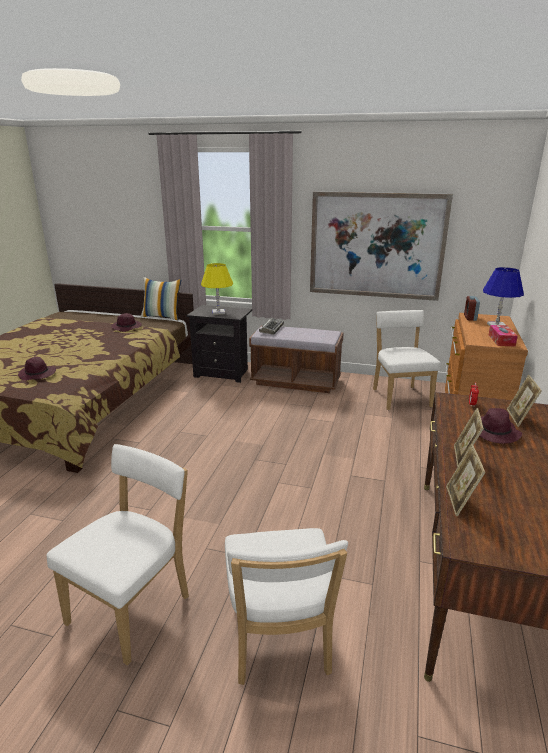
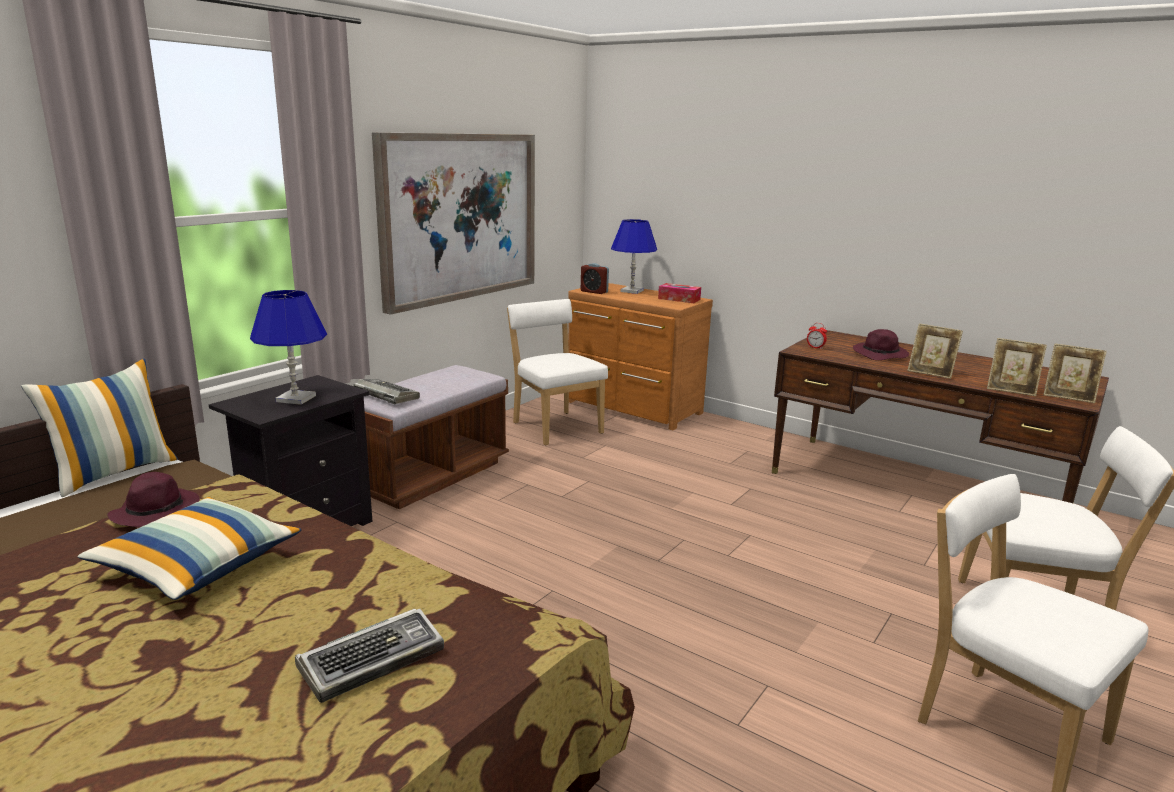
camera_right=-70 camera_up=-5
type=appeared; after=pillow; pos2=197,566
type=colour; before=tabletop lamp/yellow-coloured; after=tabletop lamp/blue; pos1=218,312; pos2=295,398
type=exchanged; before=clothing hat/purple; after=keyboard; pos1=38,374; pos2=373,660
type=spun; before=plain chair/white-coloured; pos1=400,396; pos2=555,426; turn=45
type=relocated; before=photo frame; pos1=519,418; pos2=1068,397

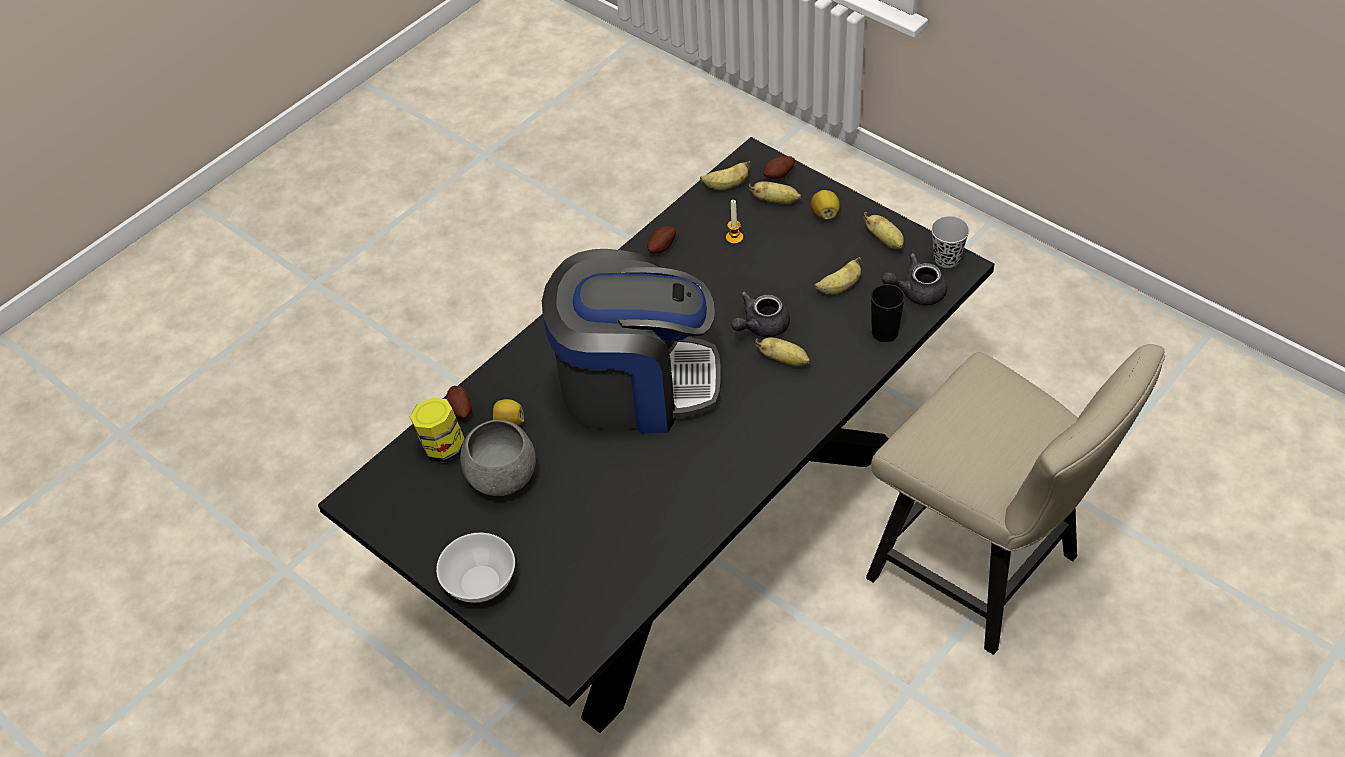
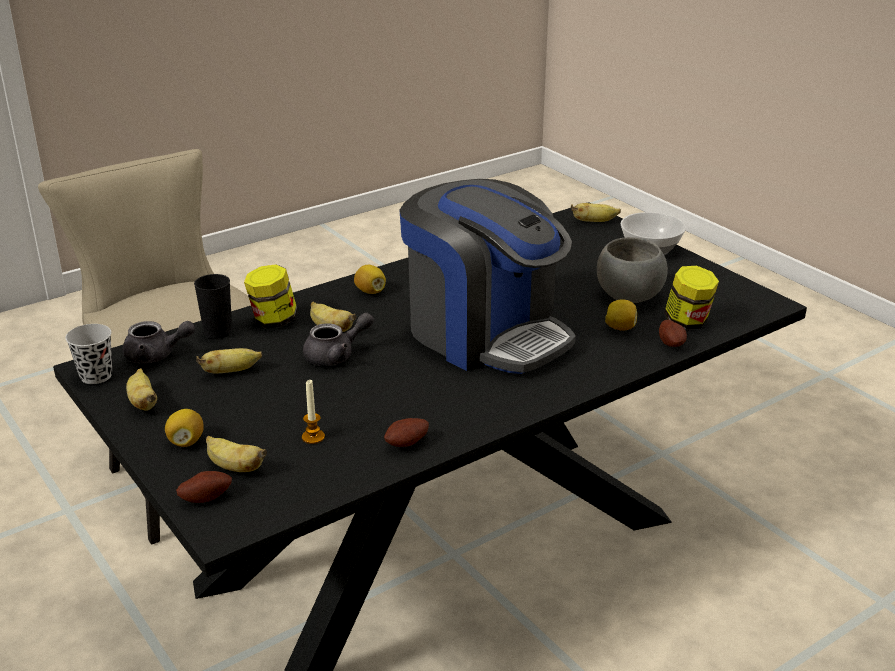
camera_right=-170 camera_up=-20
type=appeared; after=storage jar; pos2=273,321
type=appeared; after=citrus fruit; pos2=370,291
type=spun; before=coffee maker; pos1=636,385; pos2=486,334; turn=-150
type=relocated; before=banana; pos1=726,186; pos2=594,222

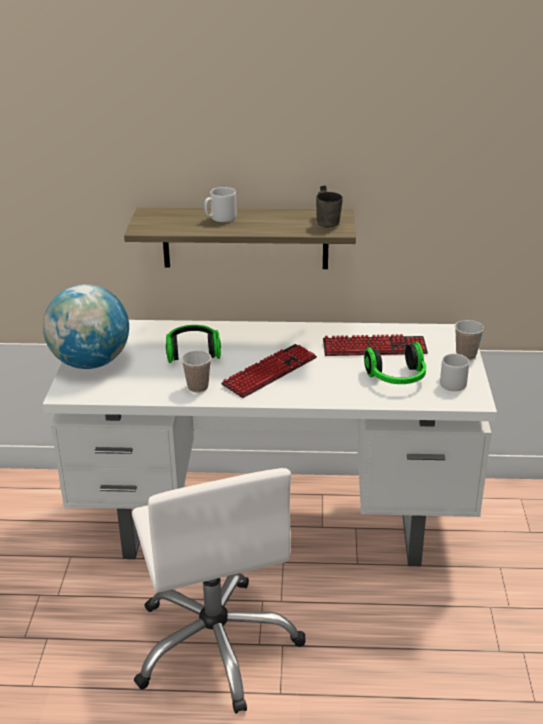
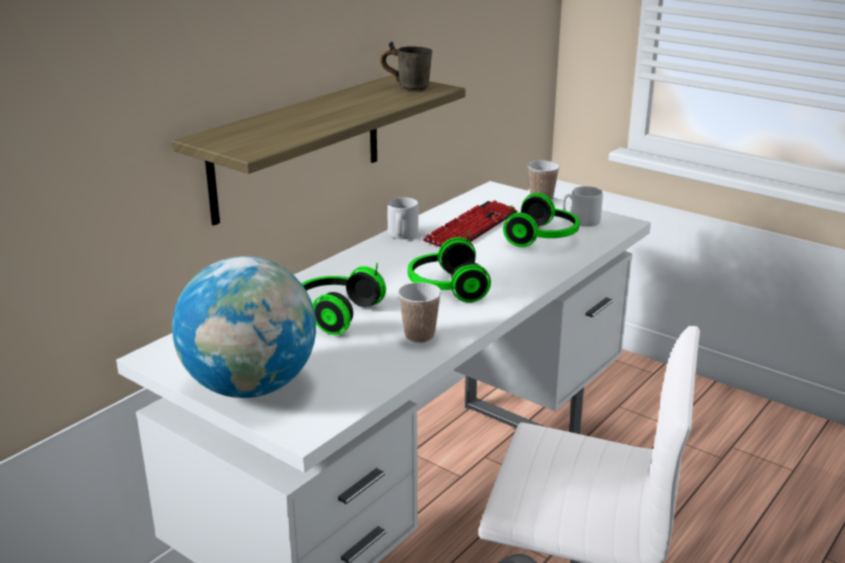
camera_right=-55 camera_up=-5
type=relocated; before=mug/greyish; pos1=220,218; pos2=402,235
type=exchanged; before=keyboard; after=headphones; pos1=270,372; pos2=445,288

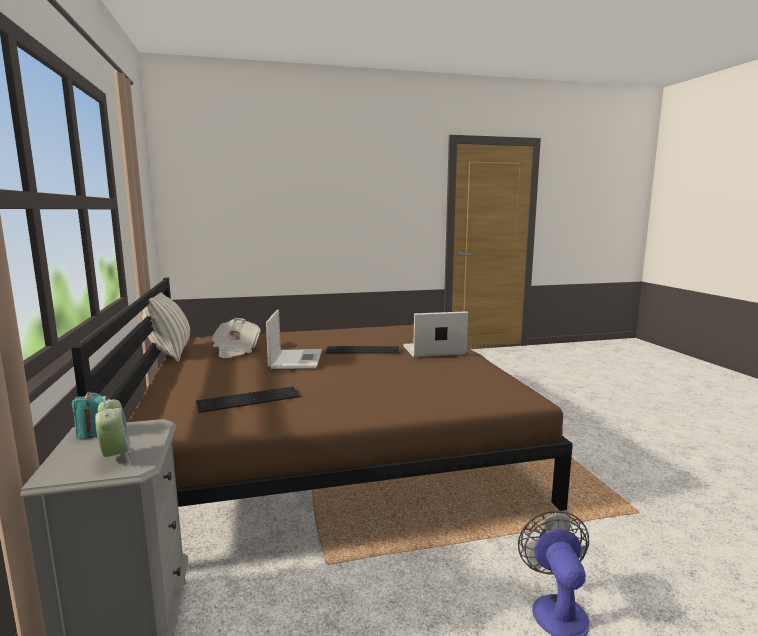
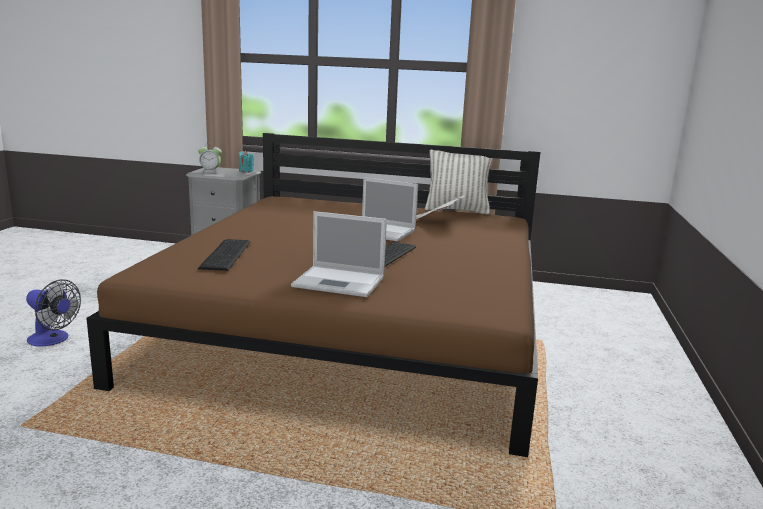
camera_right=115 camera_up=5
type=relocated; before=keyboard; pos1=247,399; pos2=228,254
type=spun; before=portable computer; pos1=432,350; pos2=341,282; turn=90

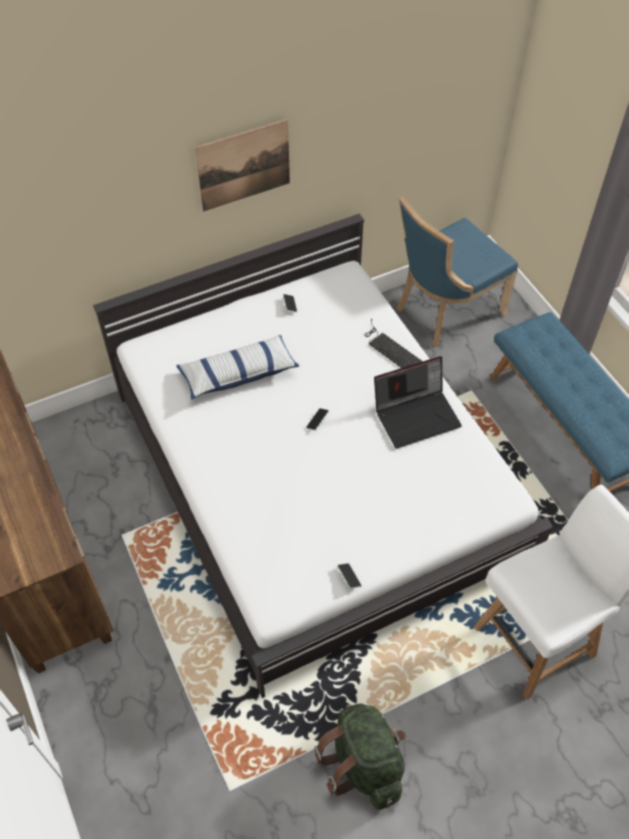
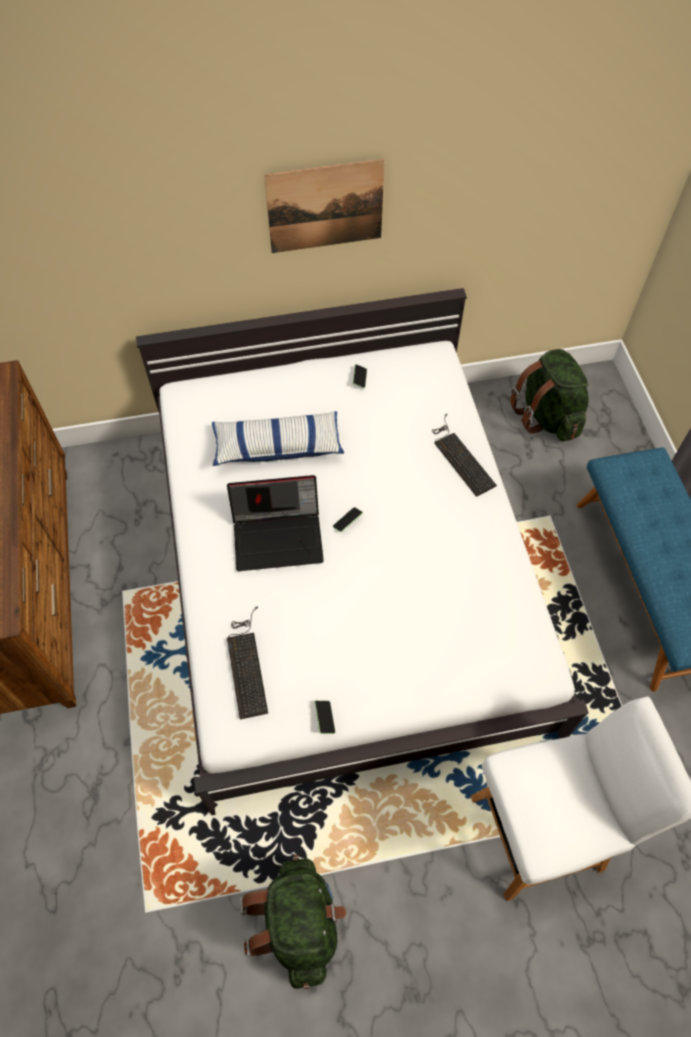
camera_right=15 camera_up=5
type=relocated; before=portable computer; pos1=417,415; pos2=279,536
type=appeared; after=keyboard; pos2=247,664
type=exchanged; before=plain chair/blue; after=knapsack/green; pos1=445,311; pos2=547,416

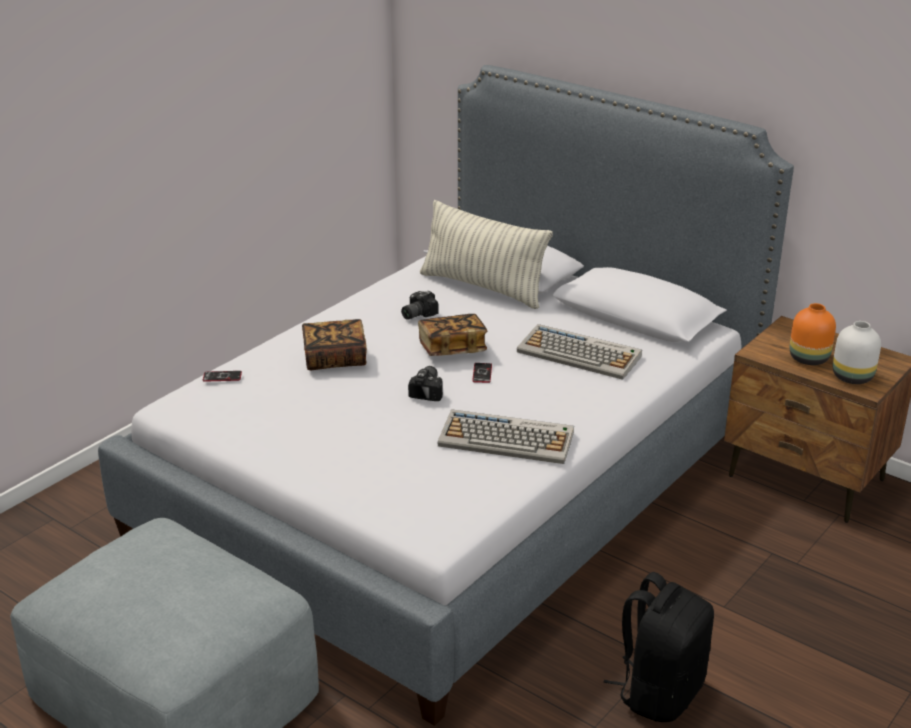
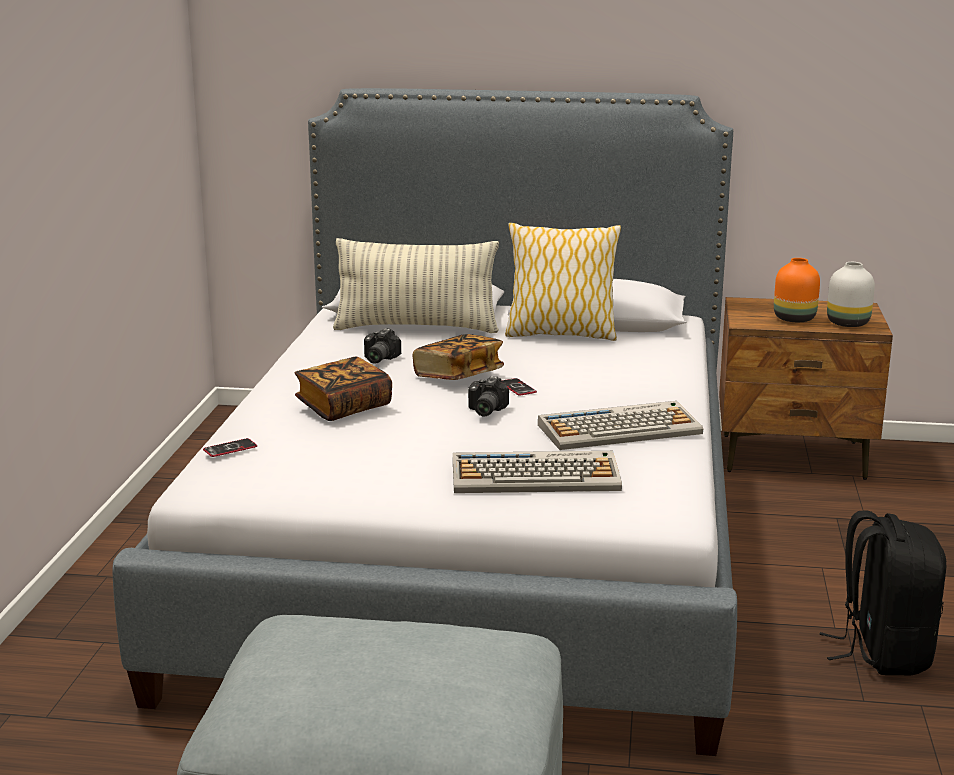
camera_right=-30 camera_up=-10
type=relocated; before=keyboard; pos1=580,354; pos2=536,476
type=spun; before=still camera; pos1=429,390; pos2=484,410; turn=-150
type=appeared; after=pillow; pos2=560,334

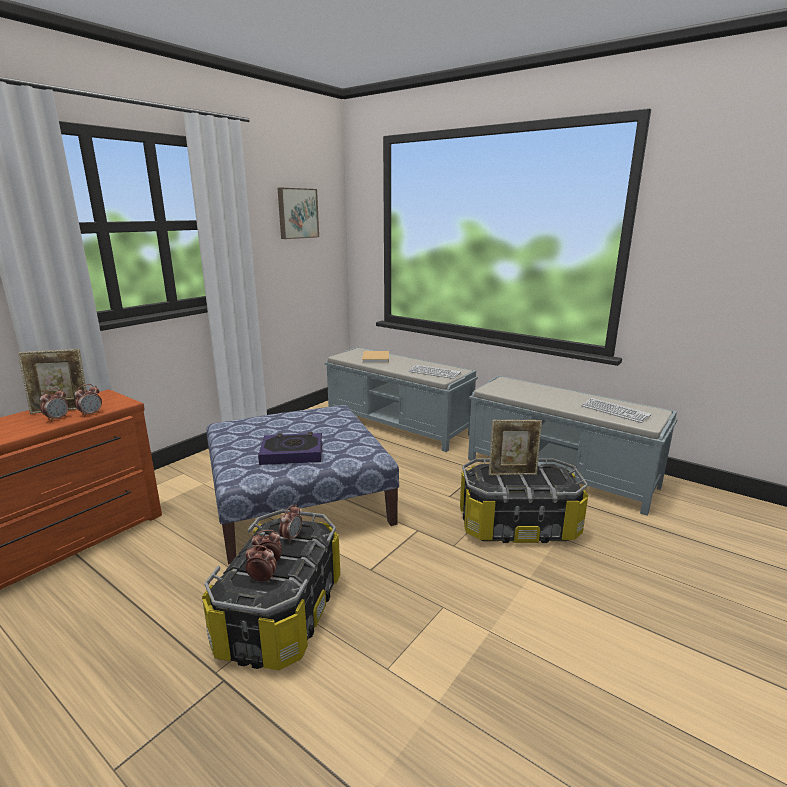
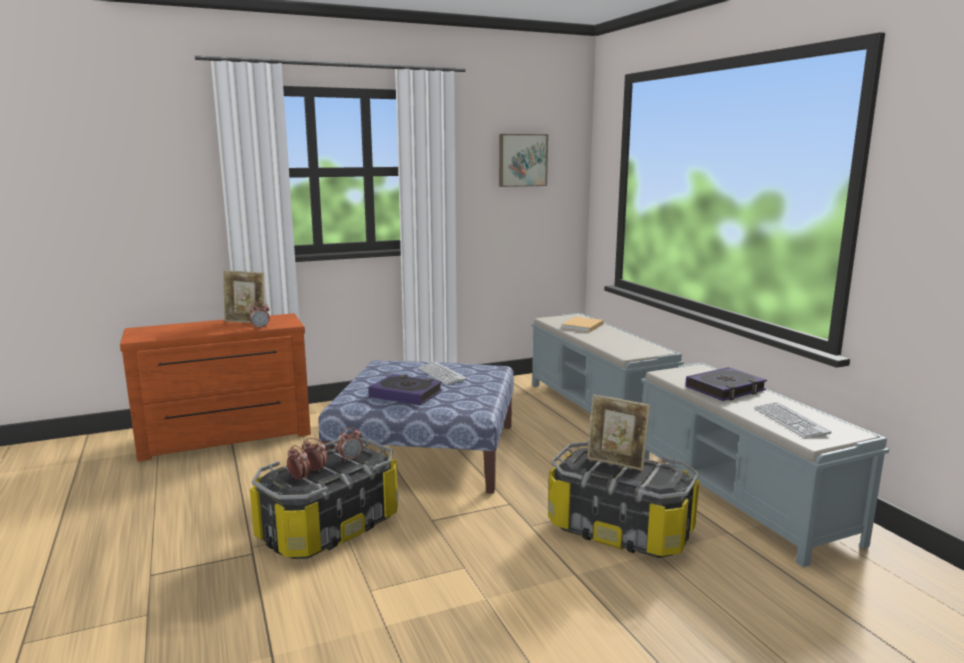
camera_right=30 camera_up=-5
type=relocated; before=keyboard; pos1=434,373; pos2=441,374
type=appeared; after=volume; pos2=725,389
type=missing; before=bedside clock; pos1=57,418

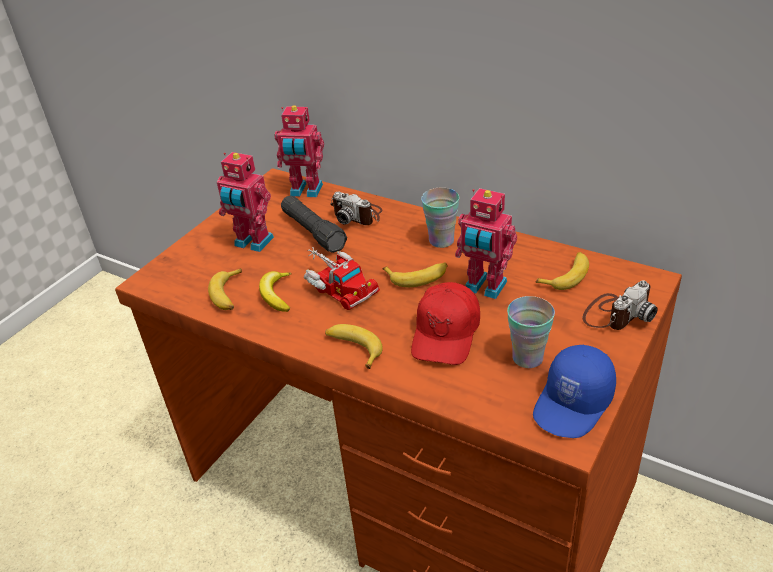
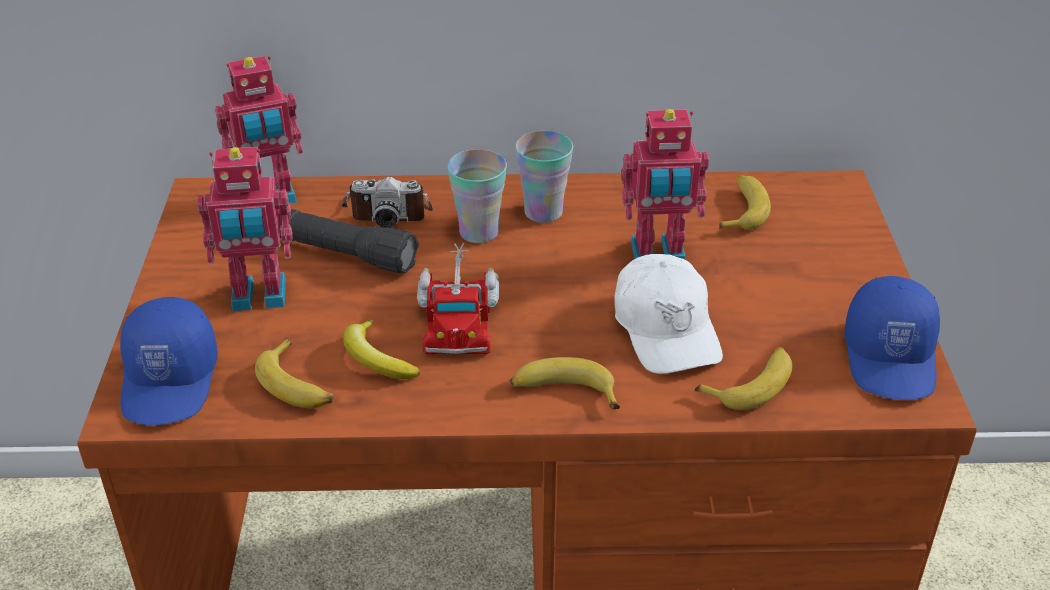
camera_right=-35 camera_up=0
type=appeared; after=cap/blue; pos2=171,381
type=spun; before=toy truck; pos1=339,286; pos2=458,316; turn=75
type=relocated; before=small cup; pos1=527,358; pos2=479,232
type=colour; before=cap/reddish; after=cap/white-coloured; pos1=446,333; pos2=666,329
type=relocated; before=banana; pos1=417,277; pos2=751,384
type=missing; before=still camera; pos1=616,313

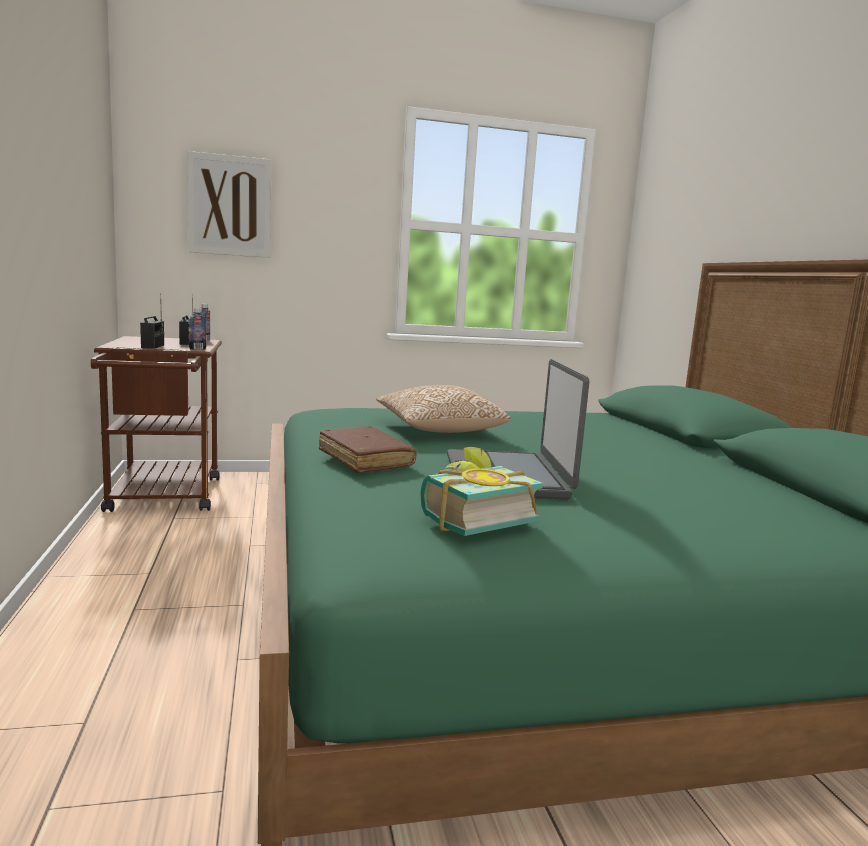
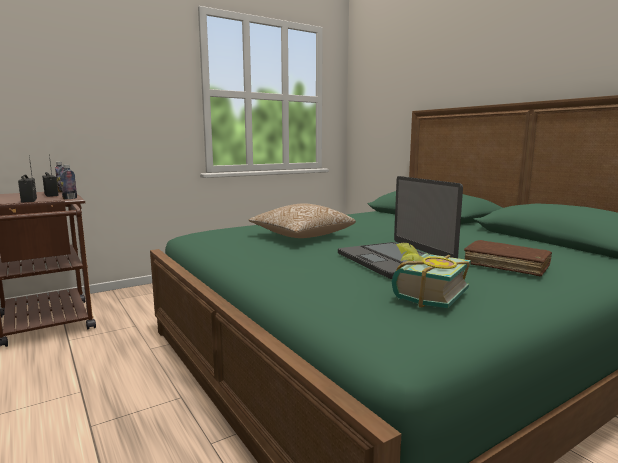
camera_right=-20 camera_up=0
type=relocated; before=volume/brownish; pos1=365,459; pos2=506,265
type=missing; before=wall picture; pos1=230,206

